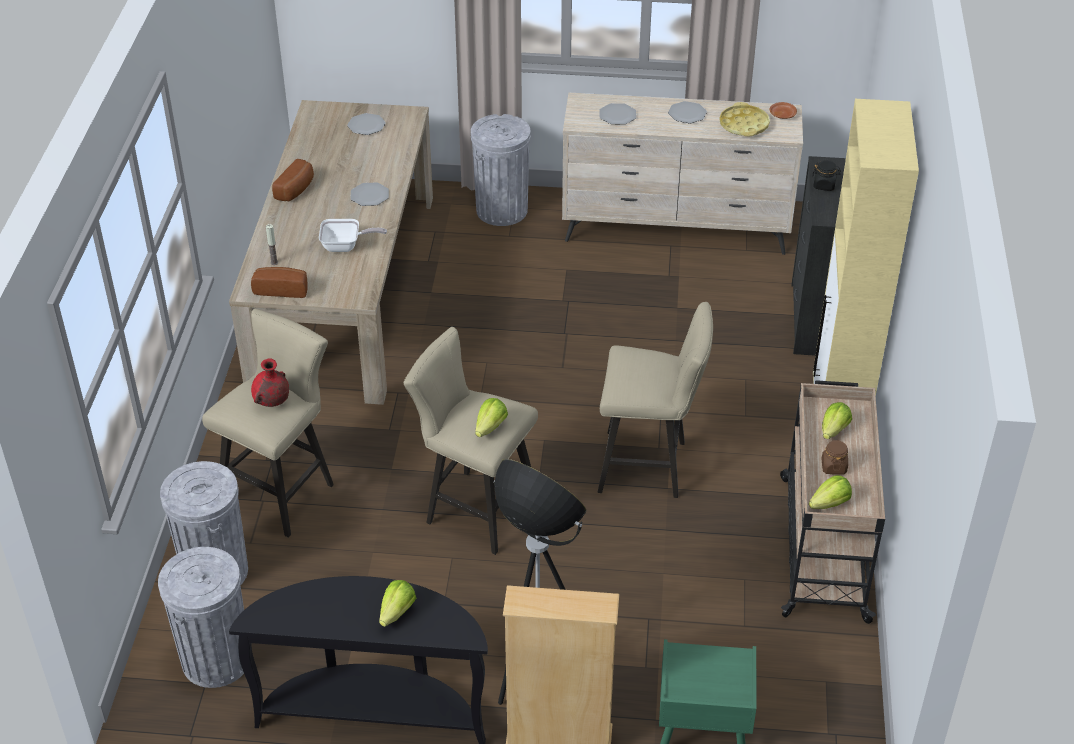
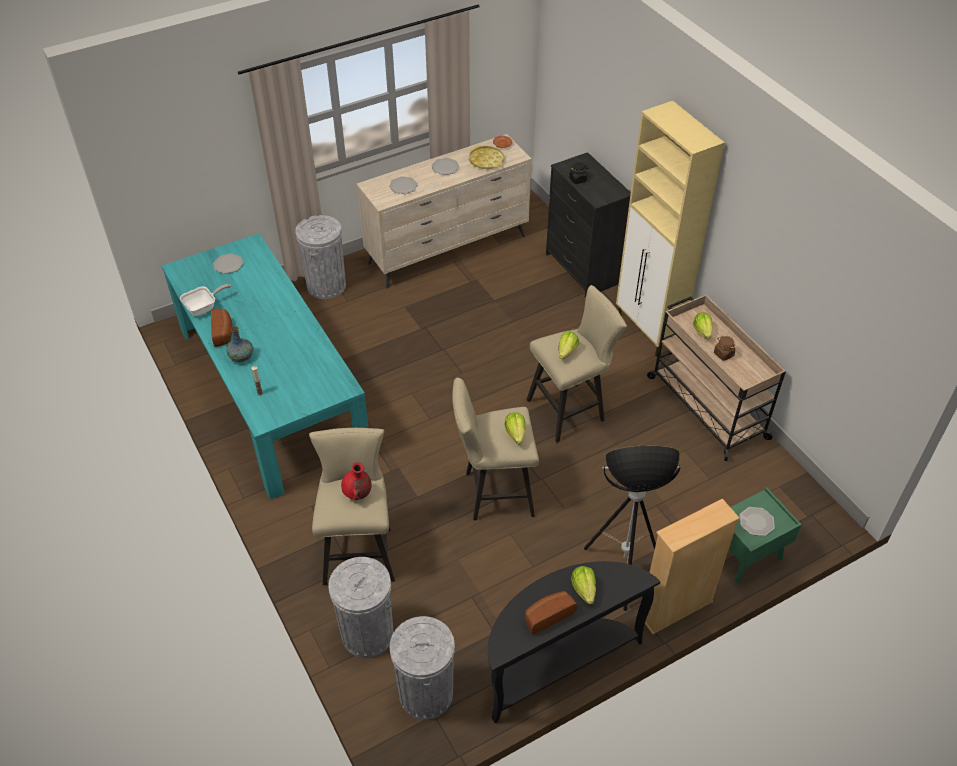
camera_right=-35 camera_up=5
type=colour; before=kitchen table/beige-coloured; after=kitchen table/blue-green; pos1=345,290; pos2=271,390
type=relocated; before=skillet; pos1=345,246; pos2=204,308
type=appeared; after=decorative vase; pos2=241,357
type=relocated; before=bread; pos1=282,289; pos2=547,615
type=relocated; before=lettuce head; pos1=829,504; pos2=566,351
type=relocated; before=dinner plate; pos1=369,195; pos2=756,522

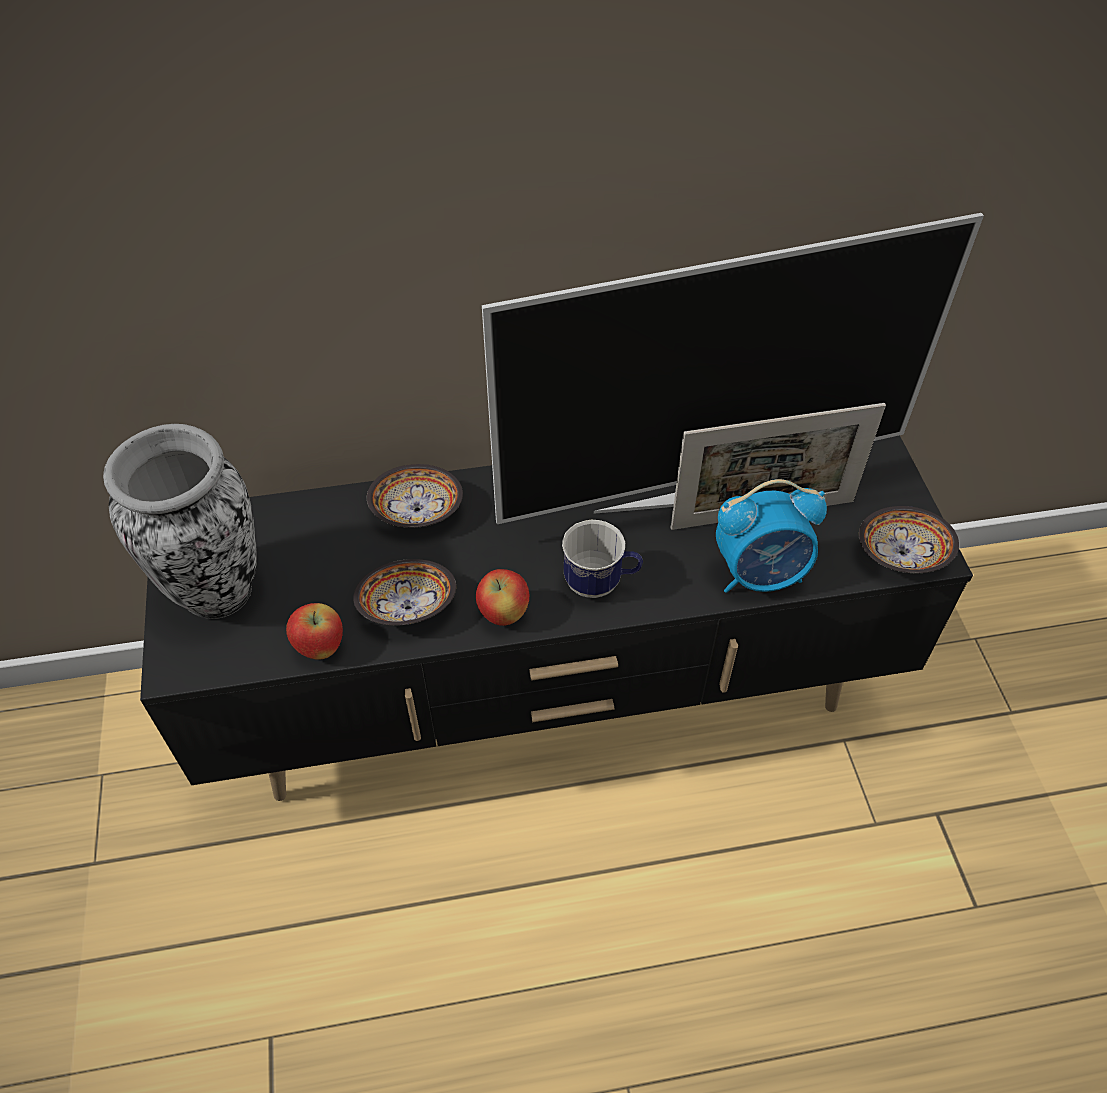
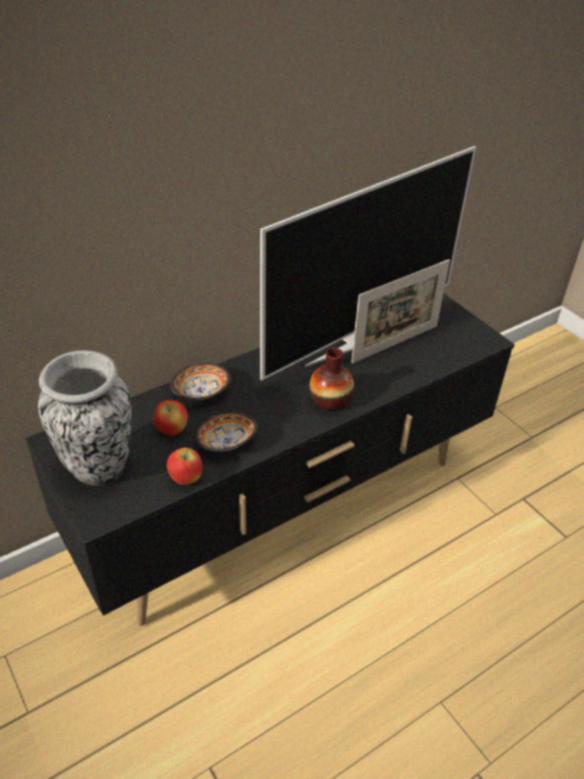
camera_right=-25 camera_up=-10
type=relocated; before=apple; pos1=504,614; pos2=172,430
type=exchanged; before=mug; after=decorative vase; pos1=600,583; pos2=330,399
type=missing; before=bedside clock; pos1=760,574
type=missing; before=bowl; pos1=901,555

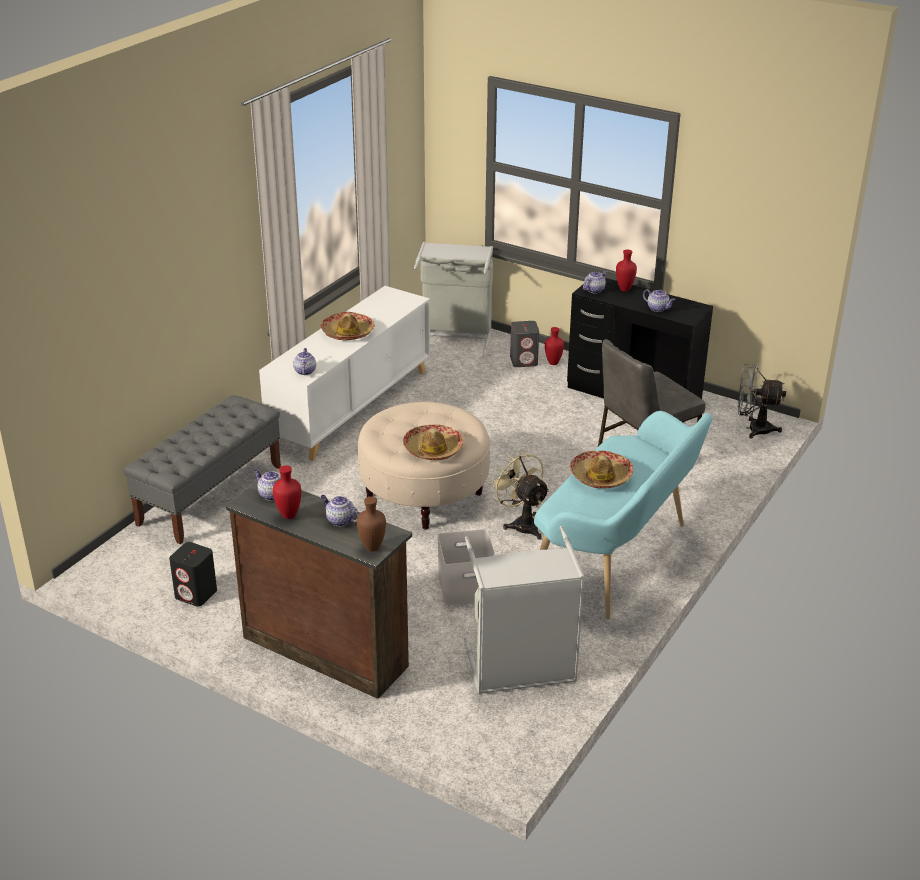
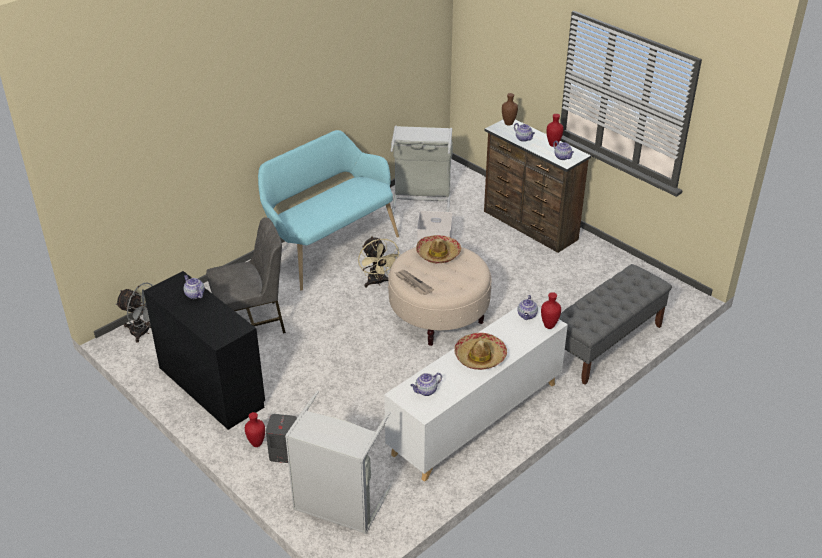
camera_right=-165 camera_up=5
type=appeared; after=daily paper; pos2=413,283
type=relocated; before=pot for tea; pos1=594,290; pos2=425,391
type=relocated; before=decorative vase/reddish; pos1=625,289; pos2=548,326
type=missing; before=speaker/black-coloured; pos1=196,594
type=missing; before=clothing hat; pos1=600,476

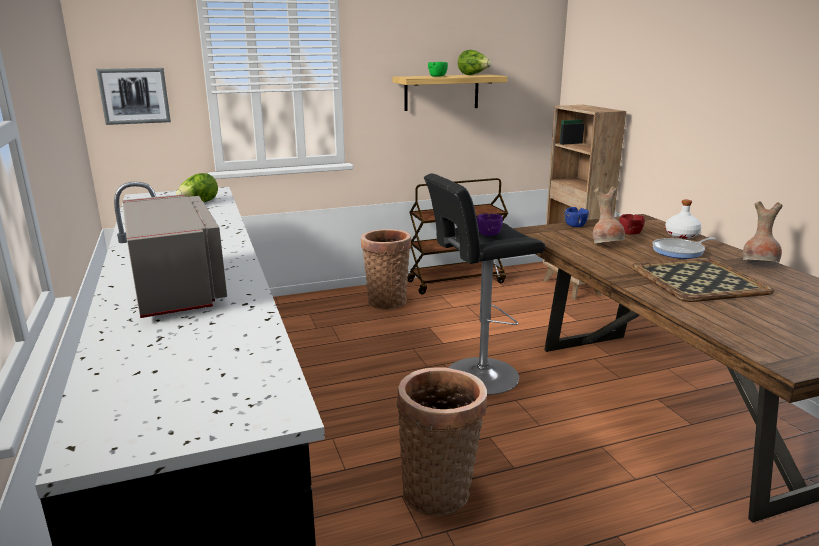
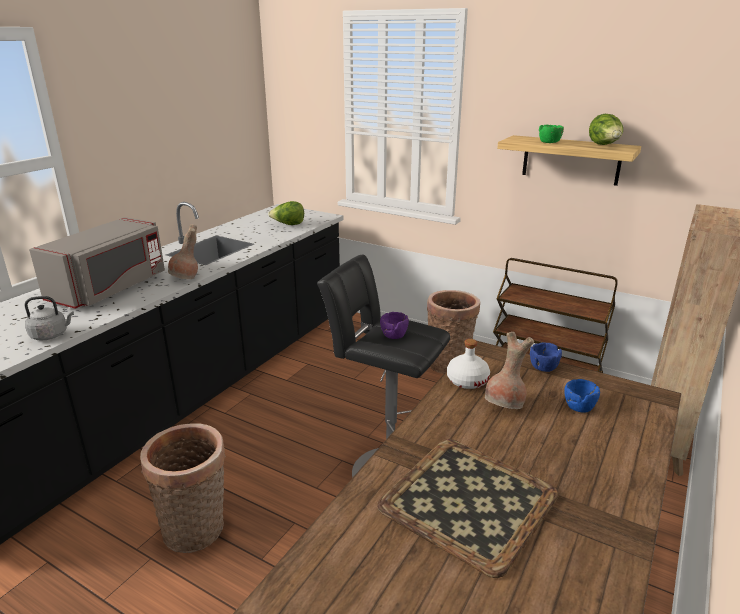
camera_right=50 camera_up=5
type=appeared; after=kettle/greyish; pos2=51,335
type=relocated; before=decorative vase/brownish; pos1=759,265; pos2=185,278
type=relocated; before=drink bottle/white-coloured; pos1=681,235; pos2=467,380
type=colour; before=bowl/reddish; after=bowl/blue; pos1=630,232; pos2=579,406
type=missing; before=wall picture; pos1=134,96
type=missing; before=skillet; pos1=680,251

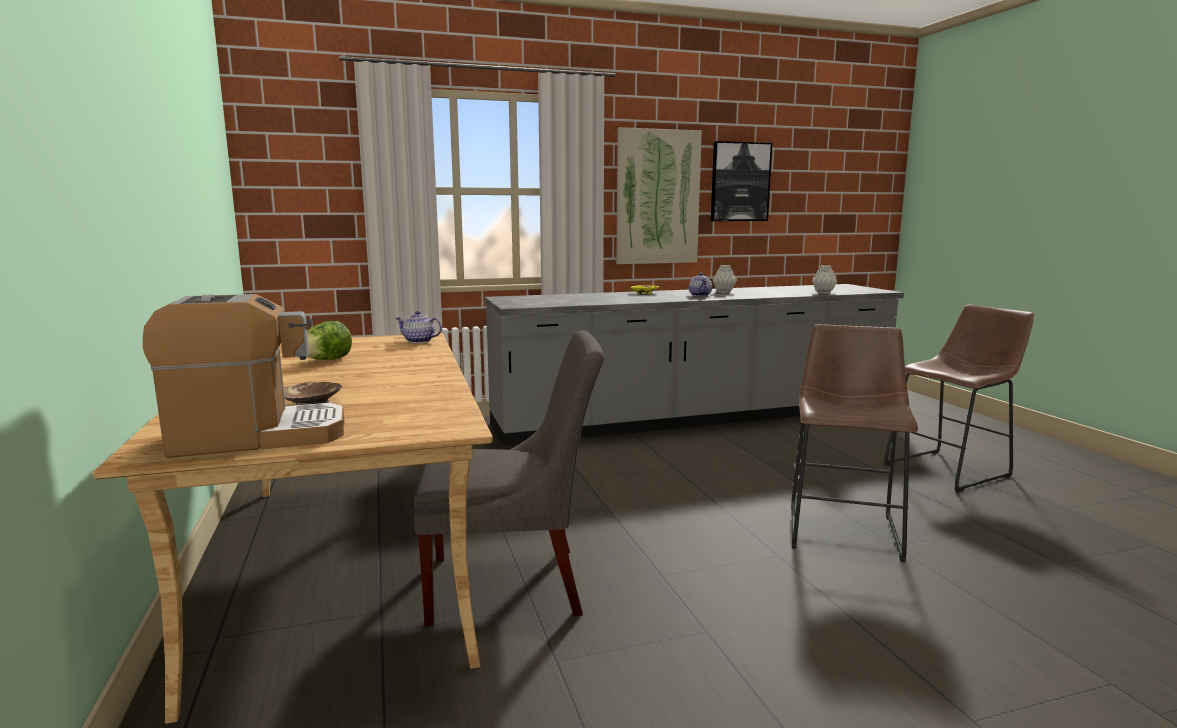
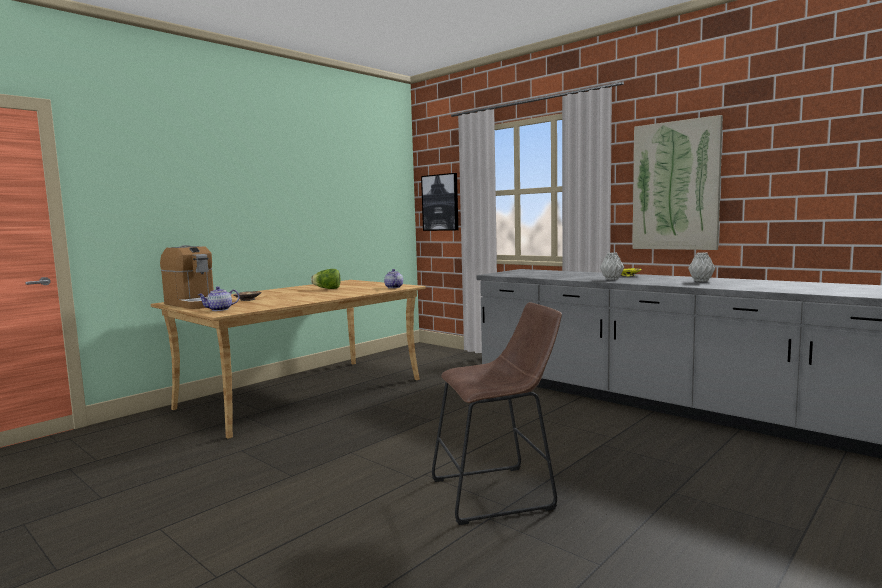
camera_right=60 camera_up=-5
type=relocated; before=pot for tea; pos1=700,295; pos2=219,310
type=relocated; before=wall picture; pos1=740,182; pos2=440,202
type=relocated; before=decorative vase/greyish; pos1=823,293; pos2=612,279
type=missing; before=plain chair/greyish; pos1=513,584
type=missing; before=stool seat/brownish; pos1=951,469

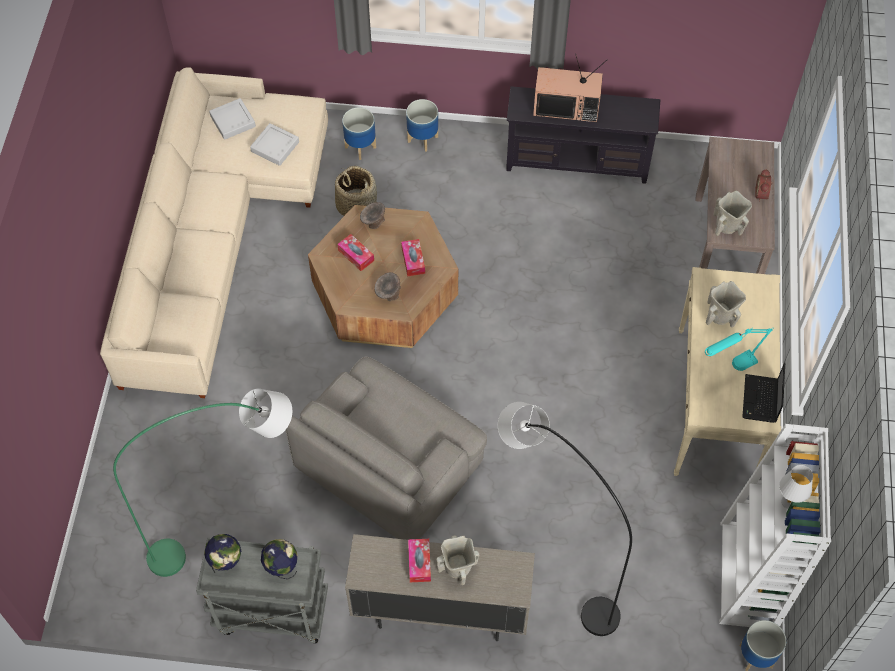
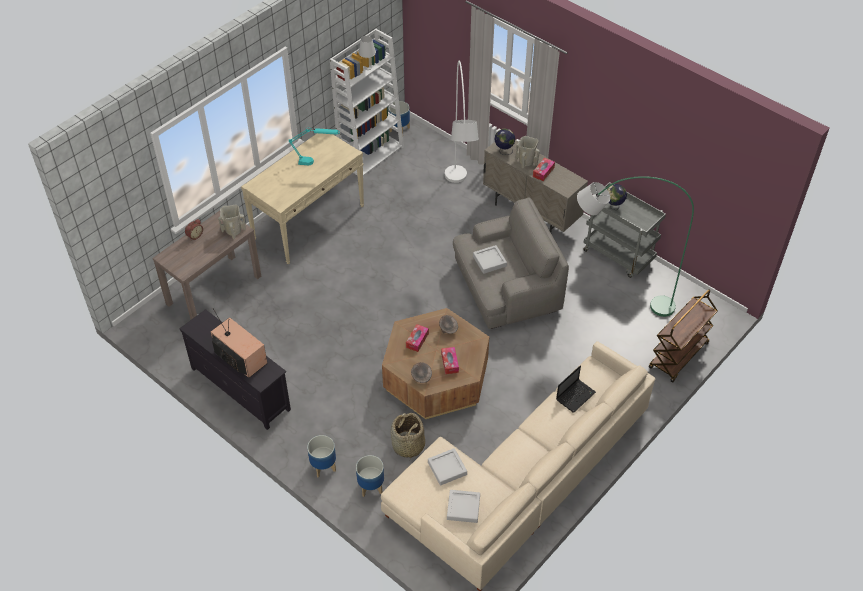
camera_right=-145 camera_up=-10
type=colour; before=standard lamp/black-coloured; after=standard lamp/white-coloured; pos1=551,562; pos2=459,204
type=appeared; after=carrying tray/greyish; pos2=489,261
type=relocated; before=desk globe; pos1=226,562; pos2=504,150
type=relocated; before=portable computer; pos1=760,400; pos2=576,395
type=appeared; after=trolley/brownish; pos2=678,356
type=missing; before=decorative vase/beige-coloured; pos1=720,316

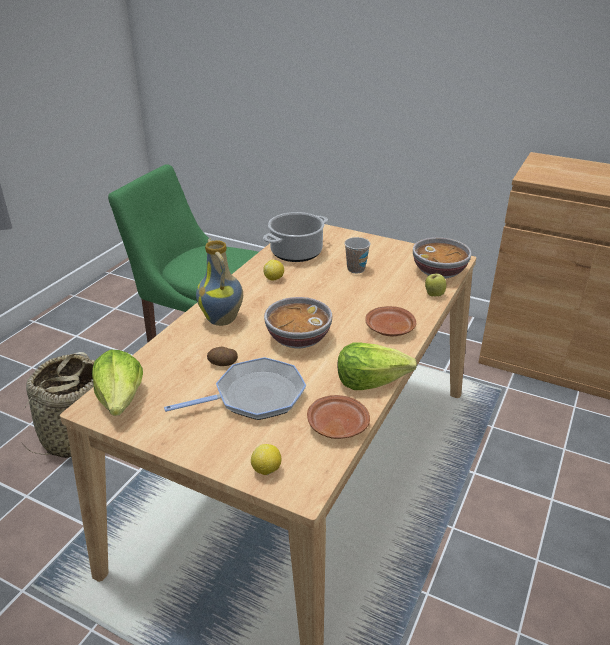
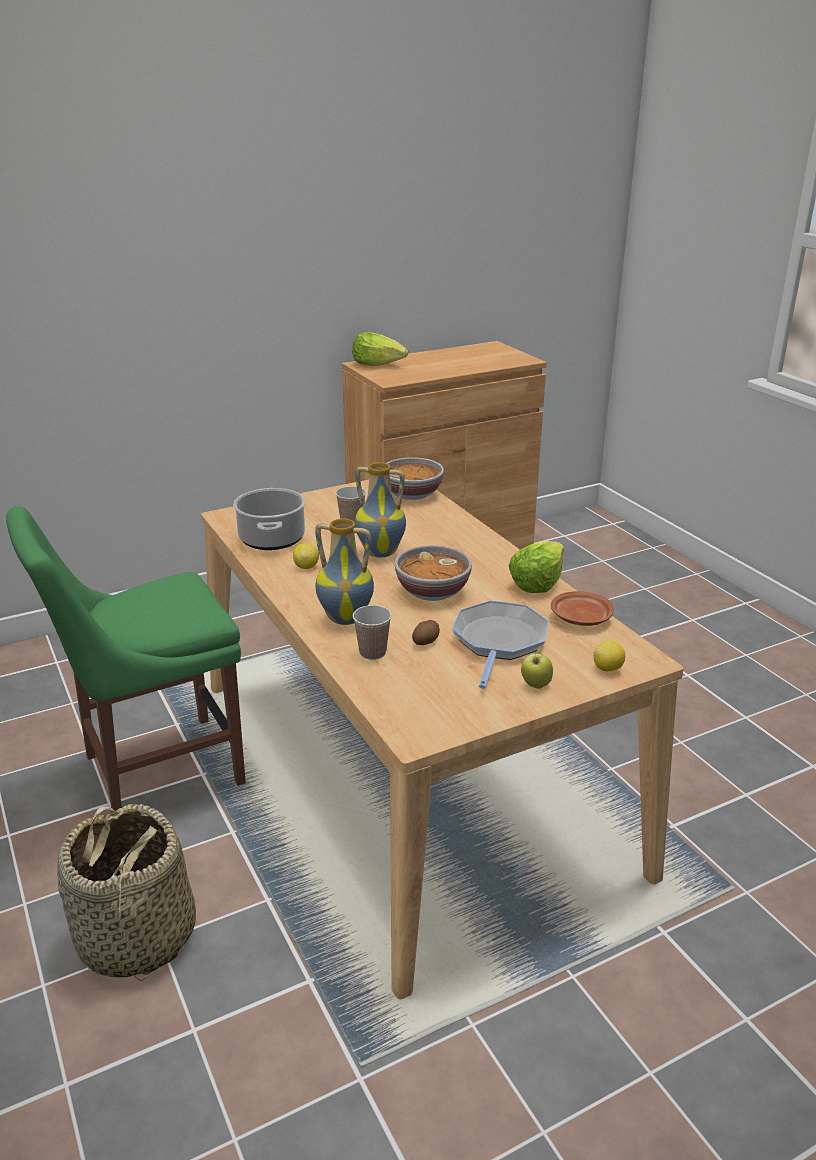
camera_right=-55 camera_up=-5
type=relocated; before=lettuce head; pos1=121,399; pos2=378,365
type=appeared; after=small cup; pos2=372,653
type=appeared; after=decorative vase; pos2=381,552
type=relocated; before=apple; pos1=434,295; pos2=535,685
type=missing; before=dinner plate/brownish; pos1=389,329

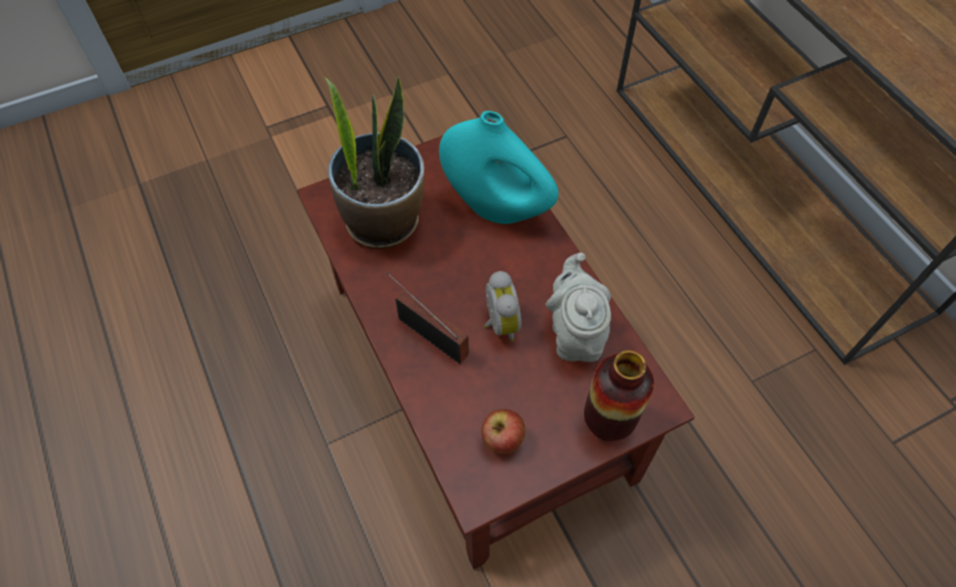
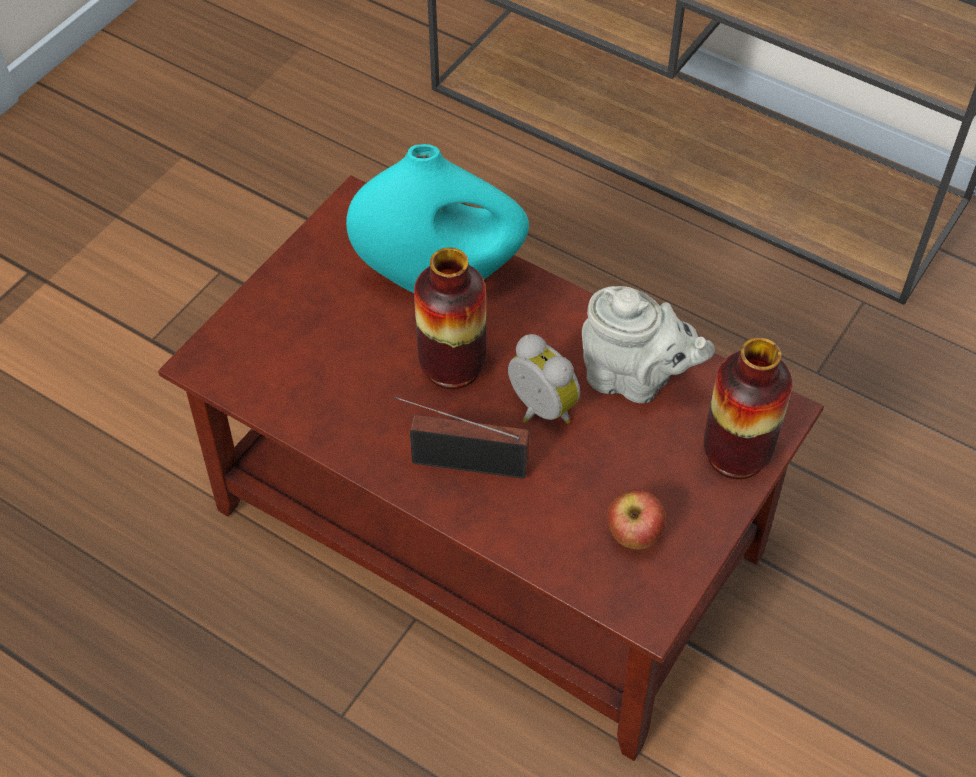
camera_right=-30 camera_up=-5
type=appeared; after=decorative vase; pos2=452,367
type=spun; before=pot for tea/greyish; pos1=575,334; pos2=635,379; turn=150
type=missing; before=potted plant; pos1=383,220

